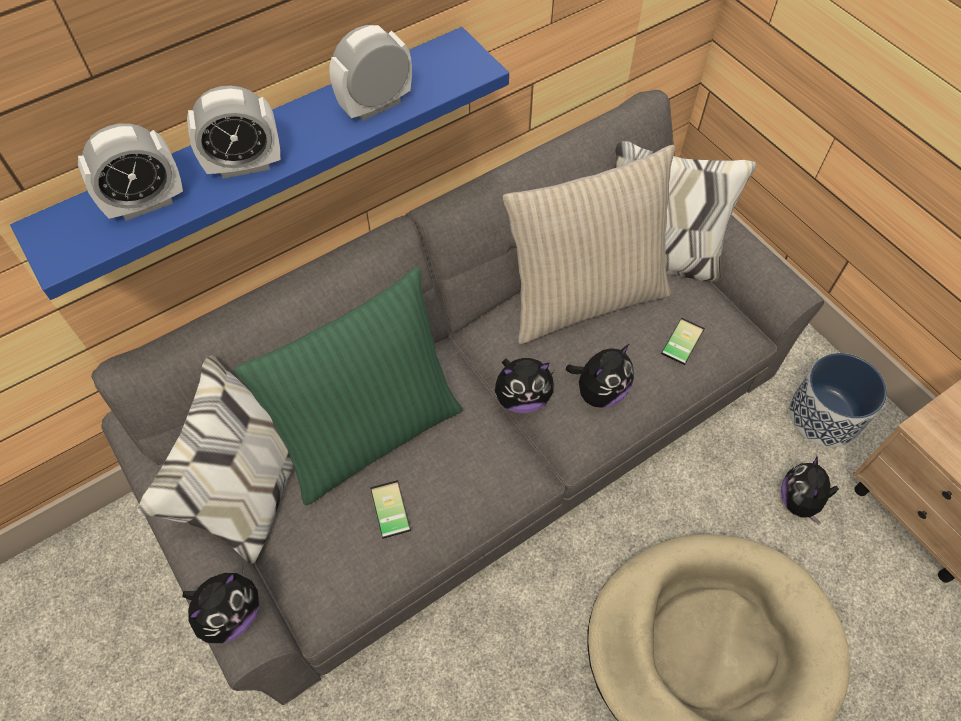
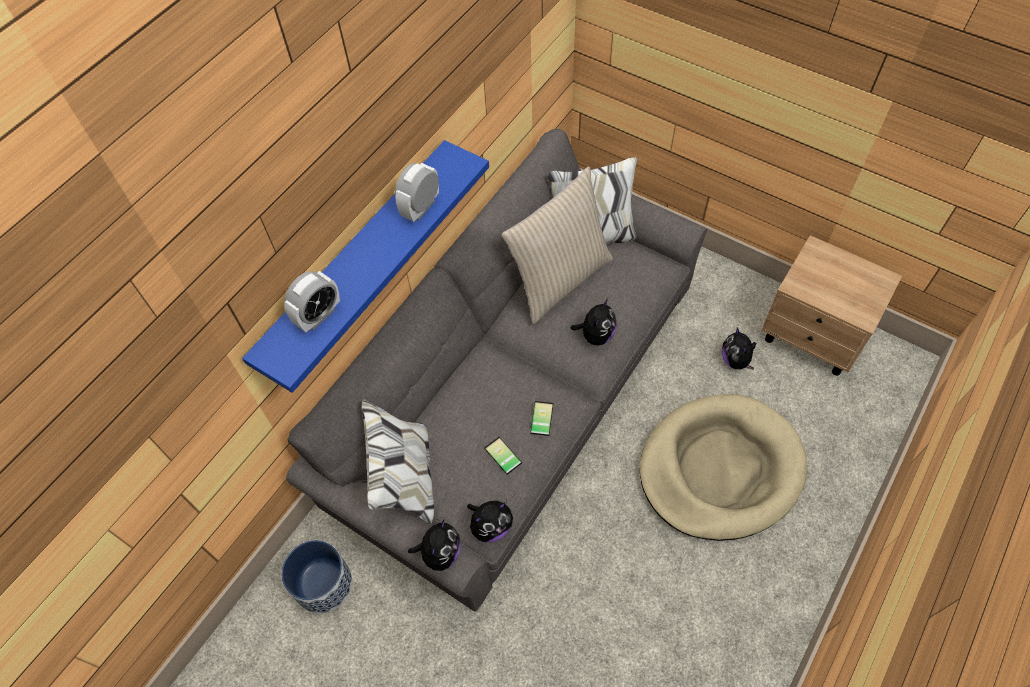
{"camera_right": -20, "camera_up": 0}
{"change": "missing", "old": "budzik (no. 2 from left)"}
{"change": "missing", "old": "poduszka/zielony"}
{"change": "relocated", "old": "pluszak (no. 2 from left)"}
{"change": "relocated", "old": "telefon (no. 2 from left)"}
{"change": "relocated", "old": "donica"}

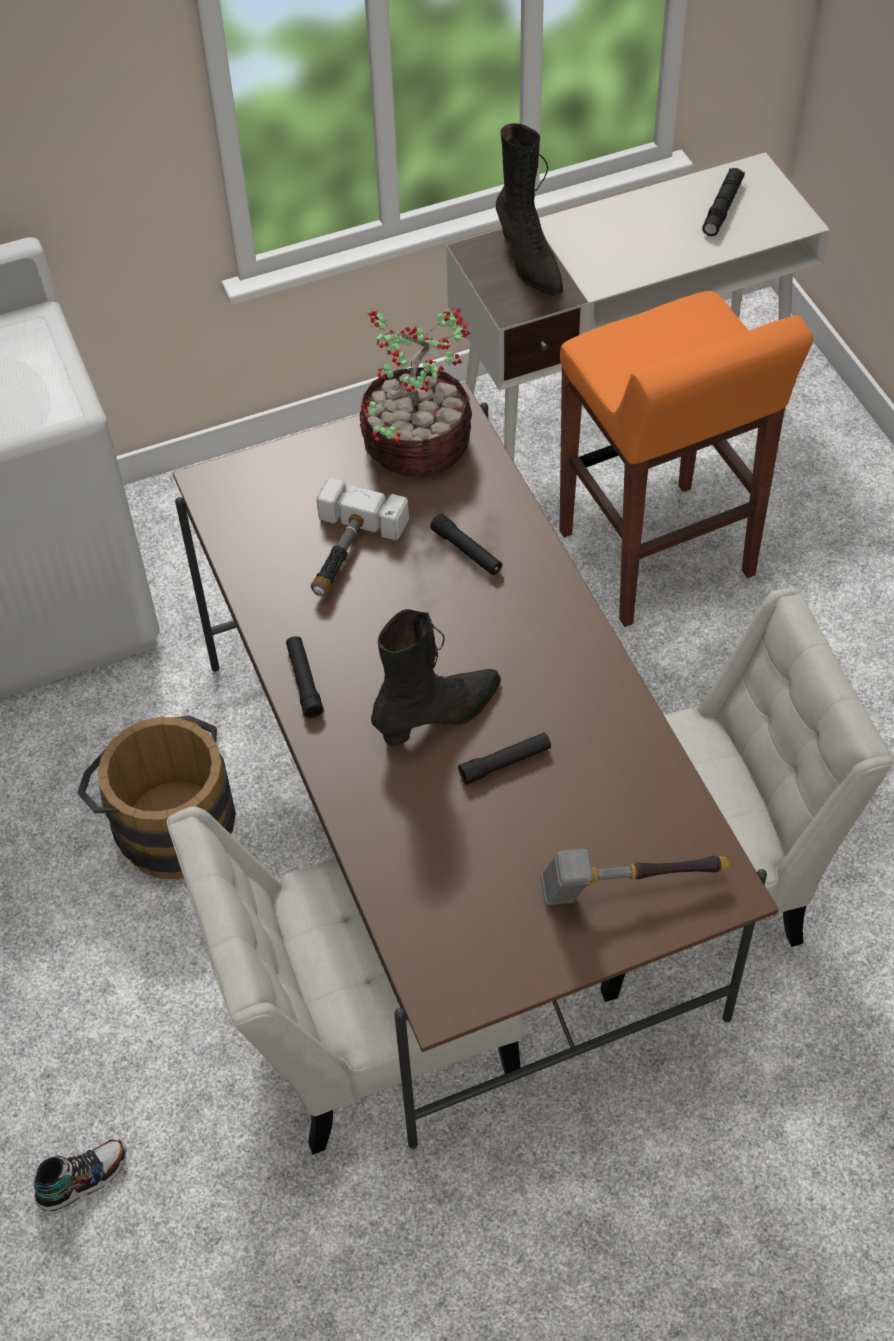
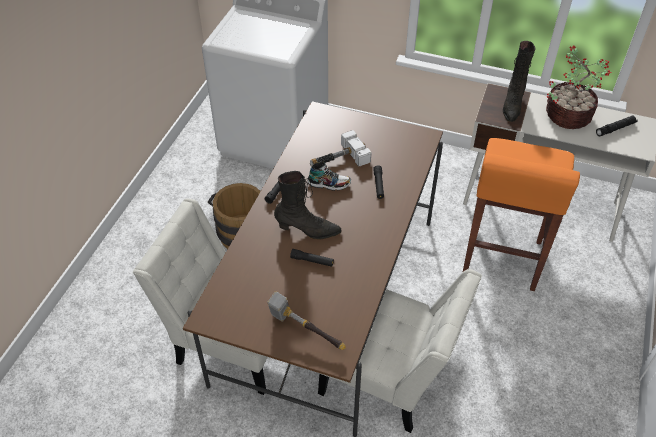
{"camera_right": 40, "camera_up": -5}
{"change": "relocated", "old": "but"}
{"change": "relocated", "old": "roślina doniczkowa"}

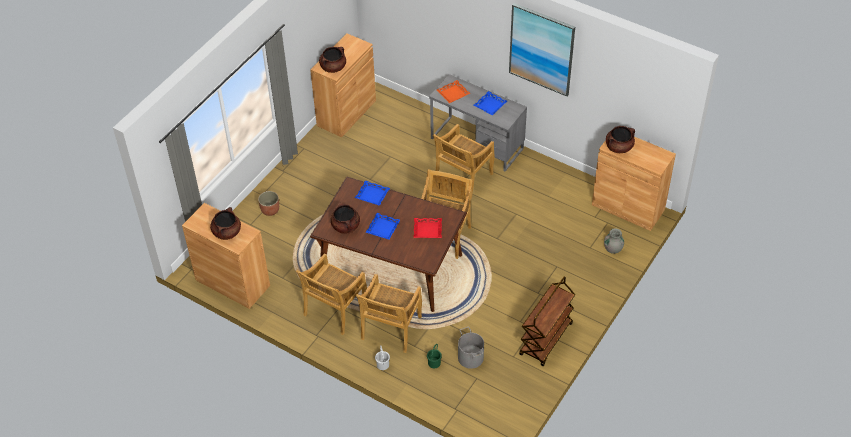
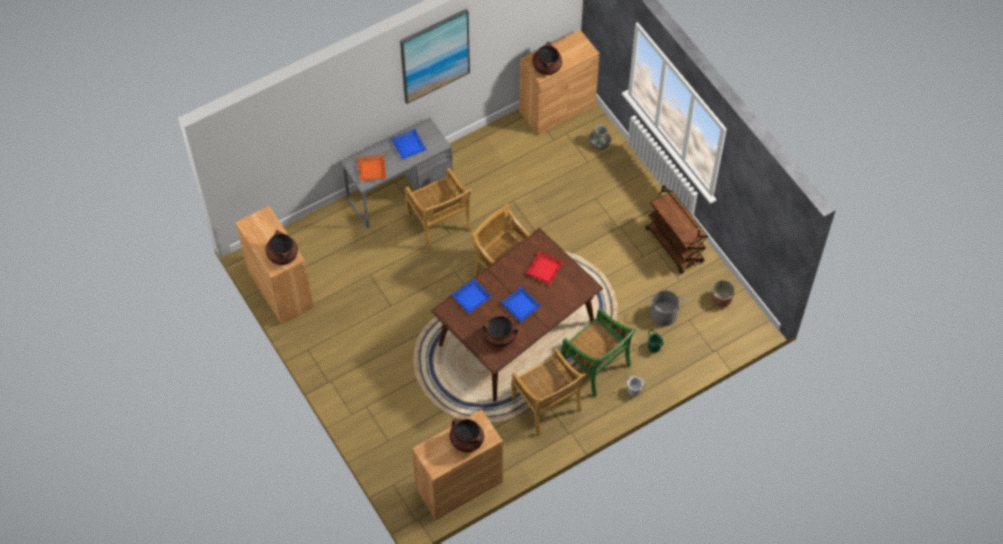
{"camera_right": -65, "camera_up": 10}
{"change": "relocated", "old": "donica"}
{"change": "colour", "old": "krzesło/beżowy (no. 2 from left)", "new": "krzesło/zielony"}

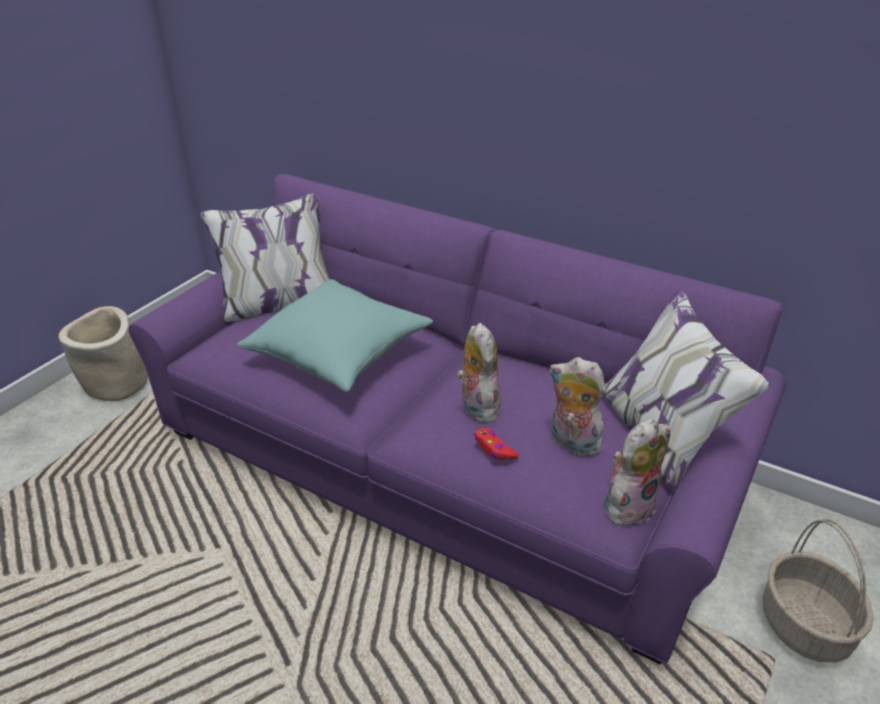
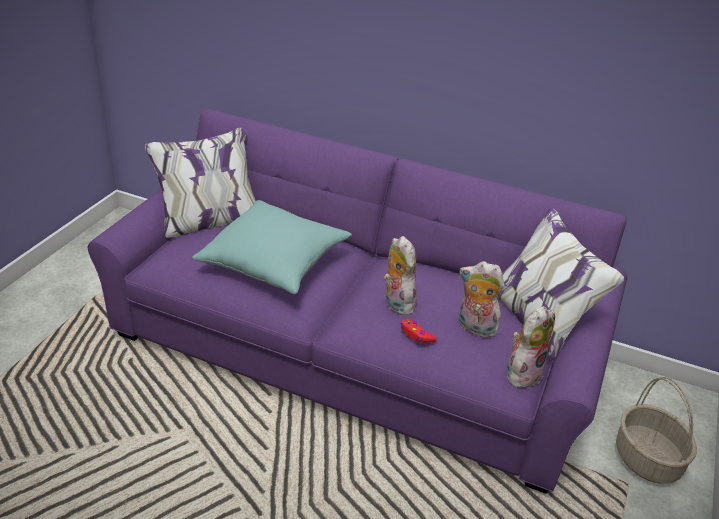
{"camera_right": -10, "camera_up": 0}
{"change": "missing", "old": "donica/beżowy"}

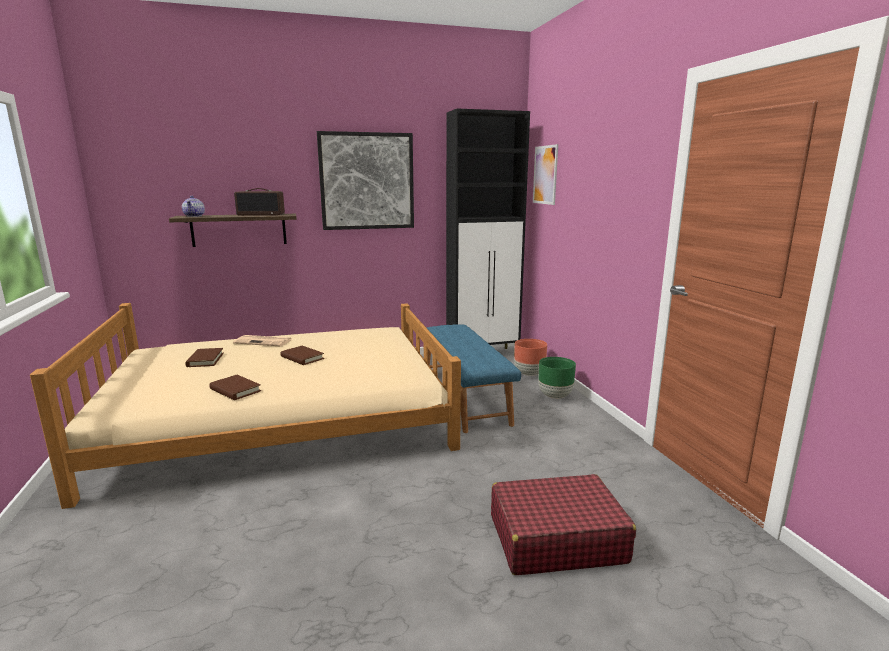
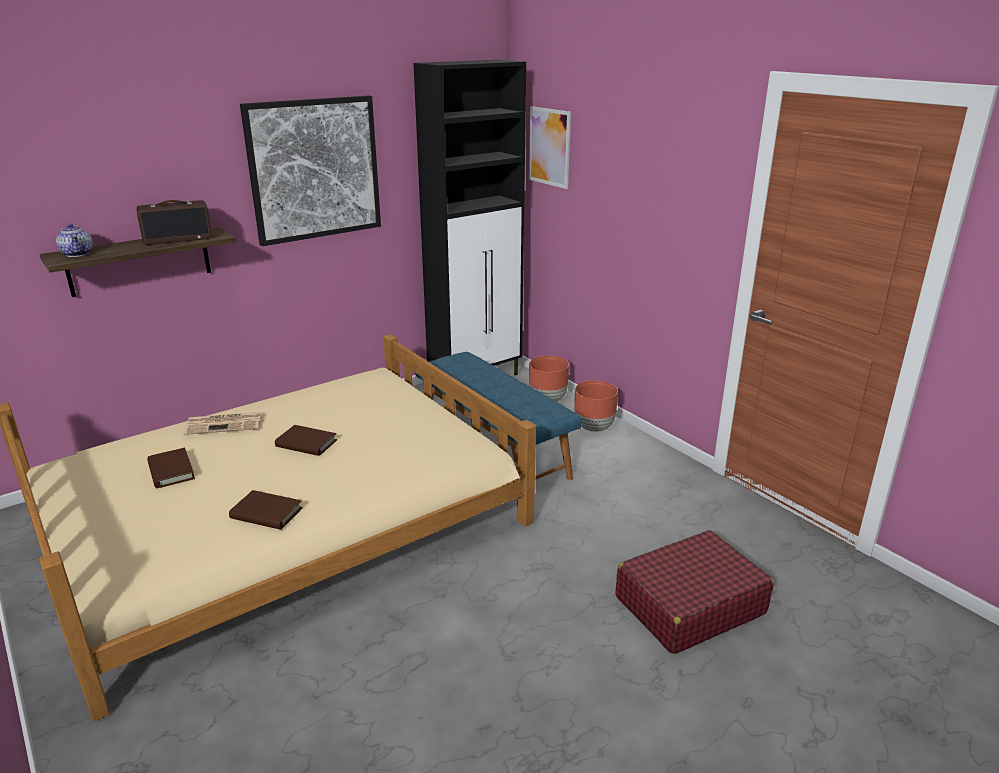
{"camera_right": -20, "camera_up": 10}
{"change": "colour", "old": "donica/zielony", "new": "donica/brązowy (no. 2 from left)"}

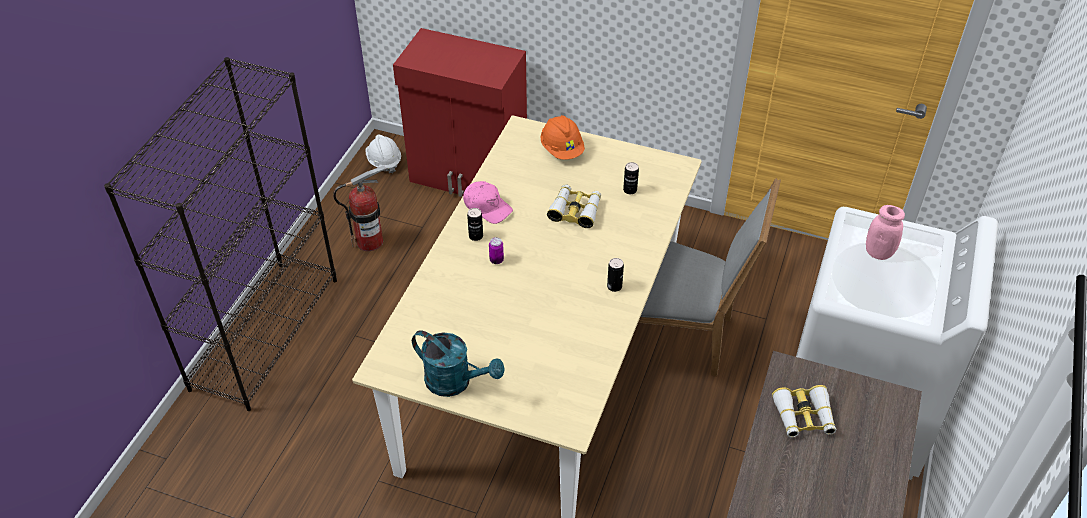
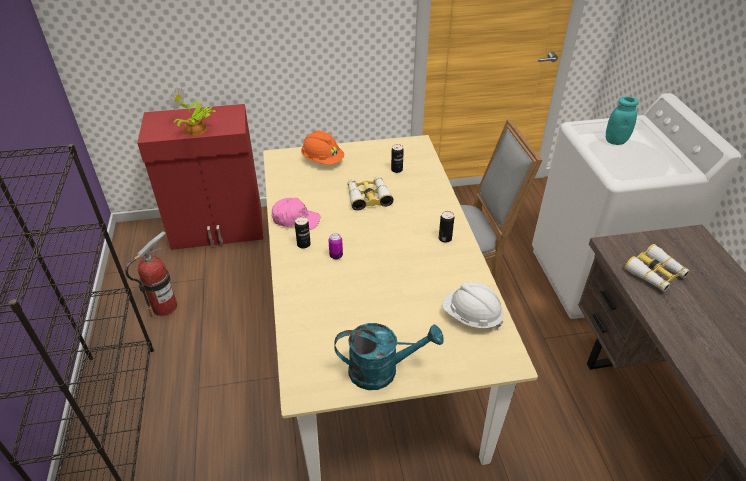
{"camera_right": -30, "camera_up": -5}
{"change": "appeared", "new": "roślina doniczkowa"}
{"change": "relocated", "old": "kask/biały"}
{"change": "colour", "old": "słoik/różowy", "new": "słoik/turkusowy"}

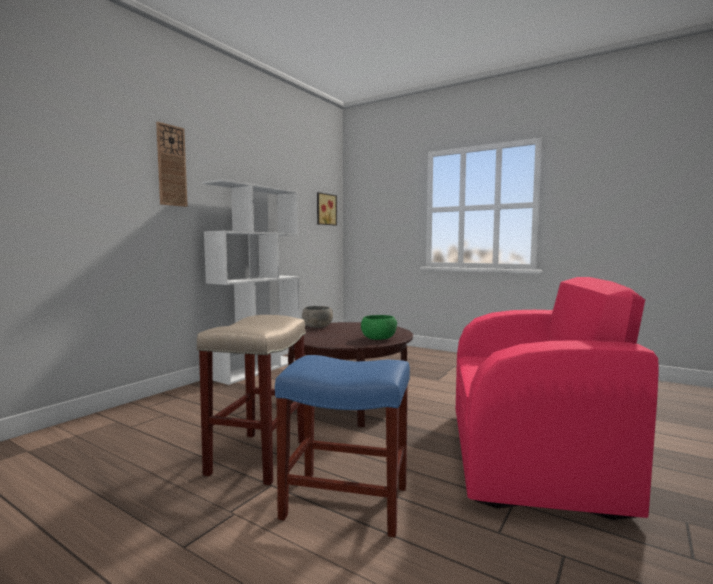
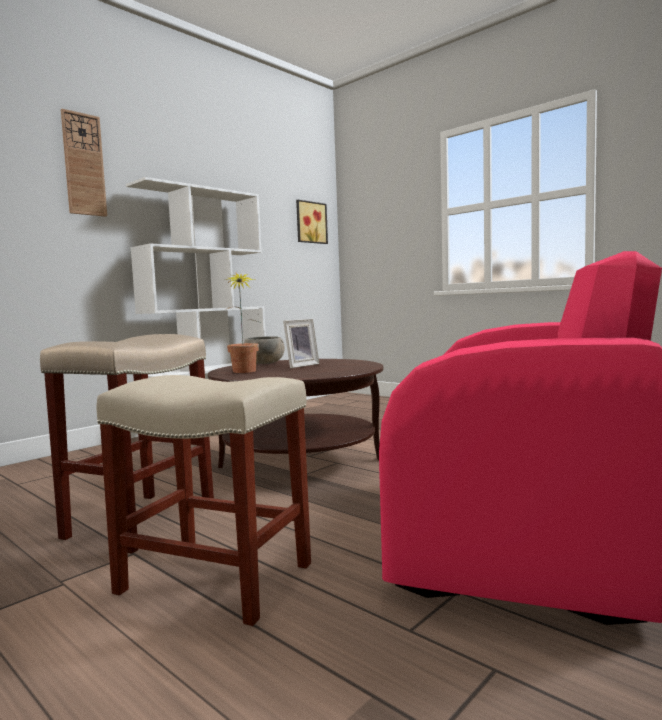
{"camera_right": 10, "camera_up": 0}
{"change": "missing", "old": "miska/zielony"}
{"change": "appeared", "new": "roślina doniczkowa"}
{"change": "appeared", "new": "ramka na zdjęcie"}
{"change": "colour", "old": "stołek/niebieski", "new": "stołek/beżowy (no. 2 from left)"}

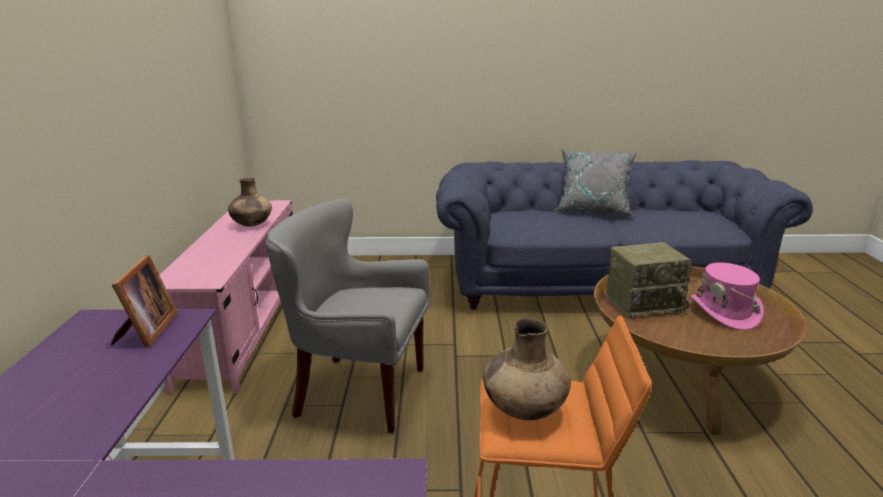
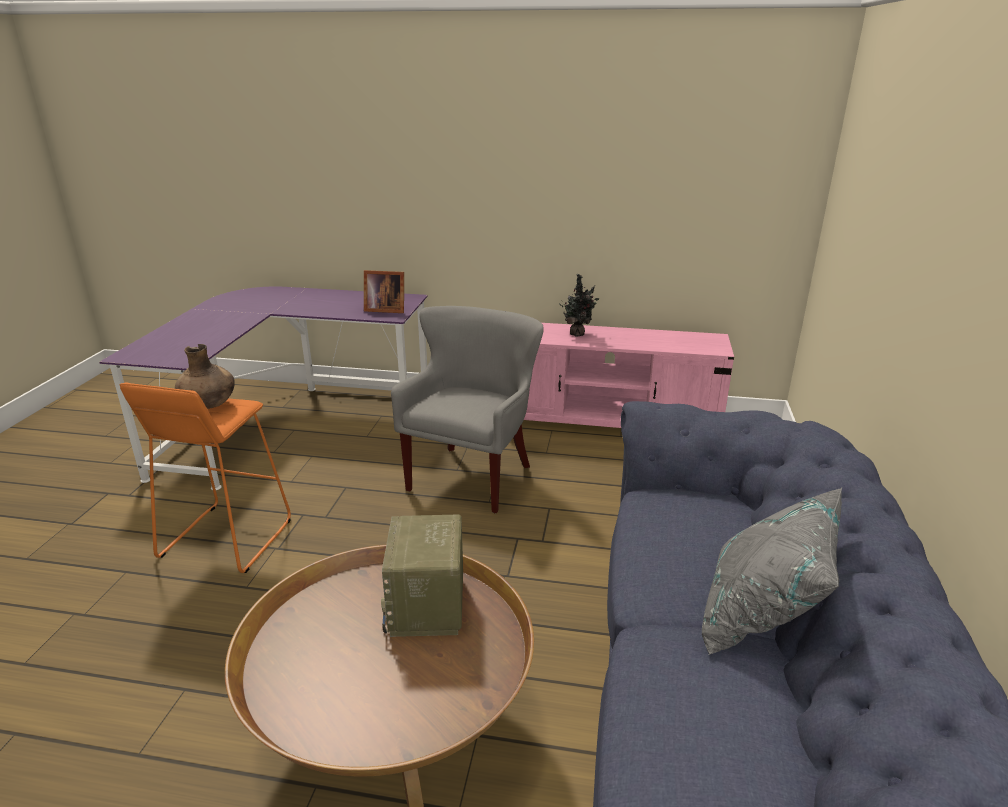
{"camera_right": 100, "camera_up": 5}
{"change": "missing", "old": "wazon/brązowy (no. 1 from left)"}
{"change": "missing", "old": "kapelusz/różowy"}
{"change": "appeared", "new": "roślina doniczkowa"}

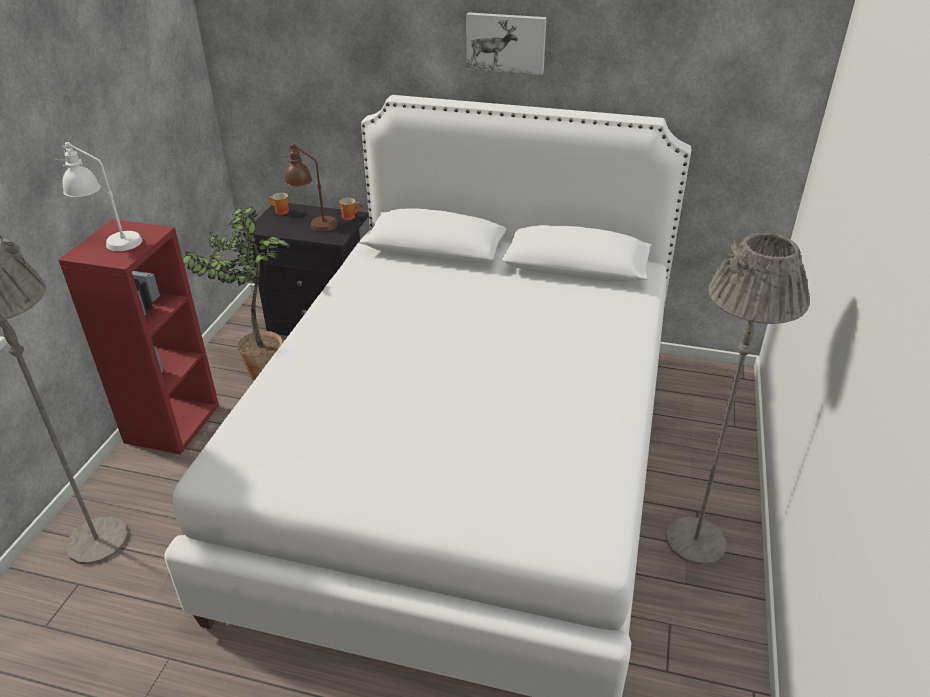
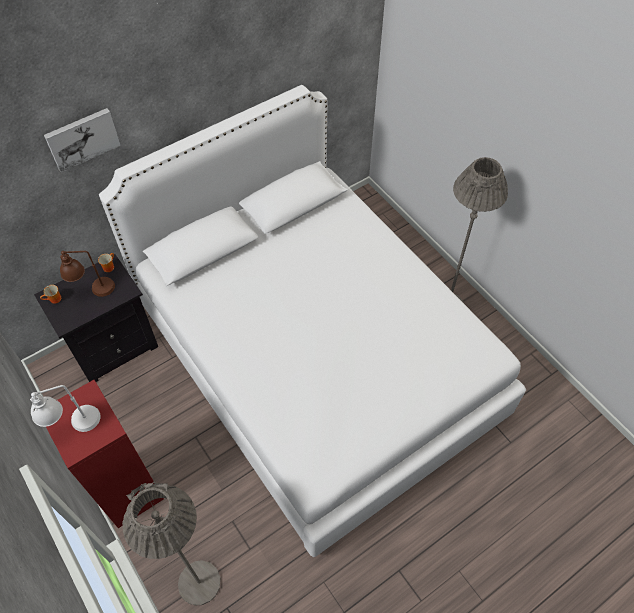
{"camera_right": -50, "camera_up": 20}
{"change": "missing", "old": "roślina doniczkowa"}
{"change": "relocated", "old": "obraz"}

